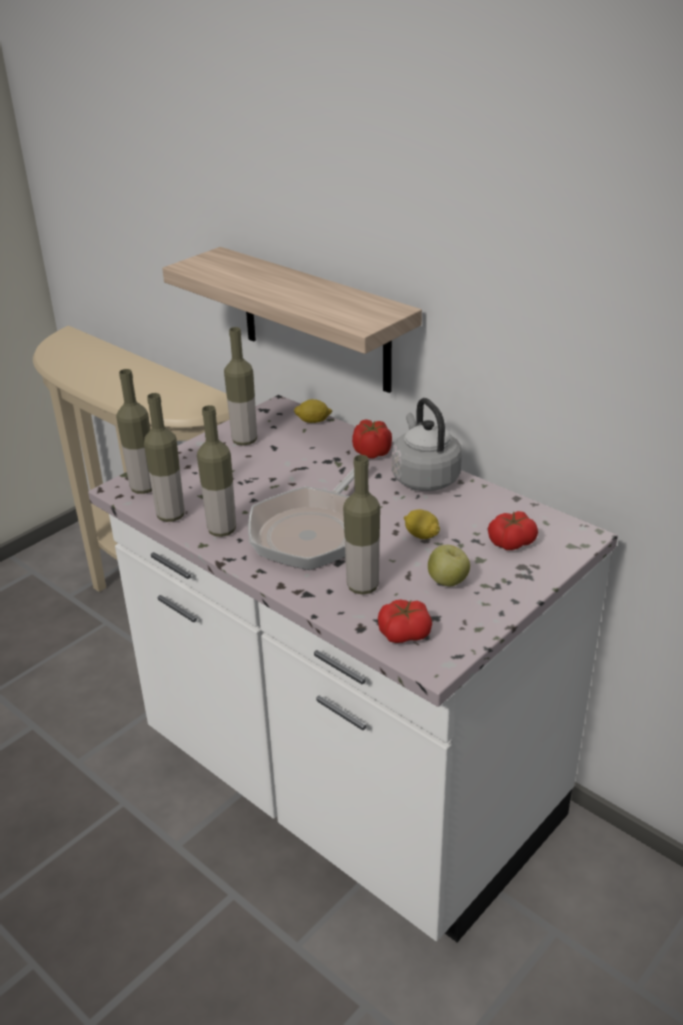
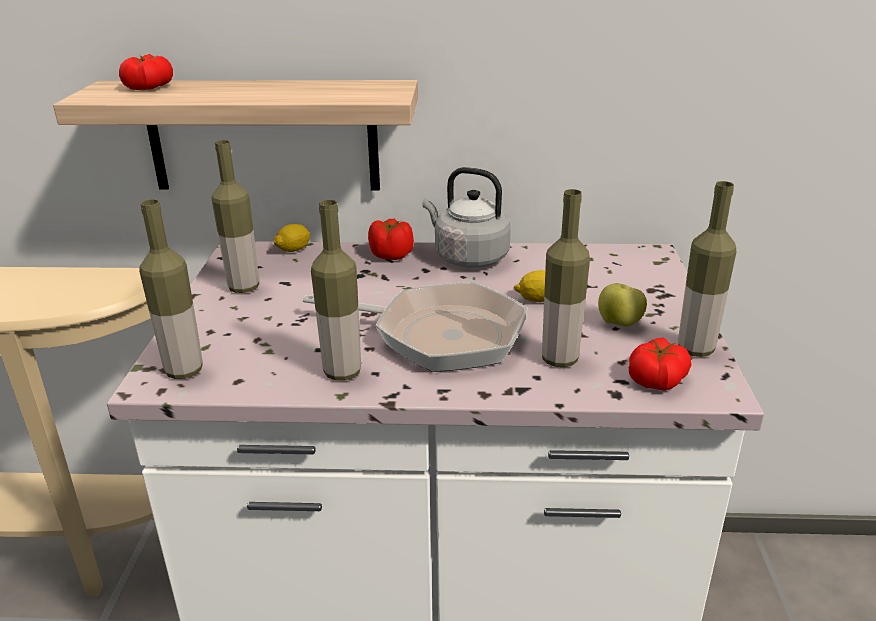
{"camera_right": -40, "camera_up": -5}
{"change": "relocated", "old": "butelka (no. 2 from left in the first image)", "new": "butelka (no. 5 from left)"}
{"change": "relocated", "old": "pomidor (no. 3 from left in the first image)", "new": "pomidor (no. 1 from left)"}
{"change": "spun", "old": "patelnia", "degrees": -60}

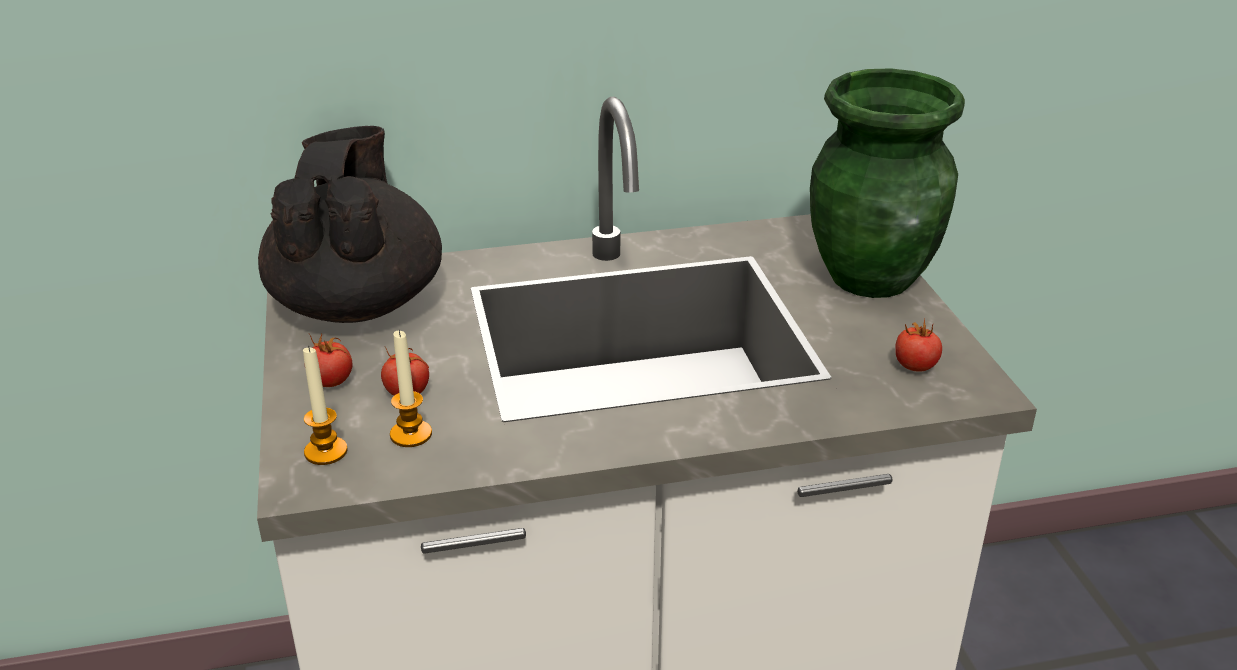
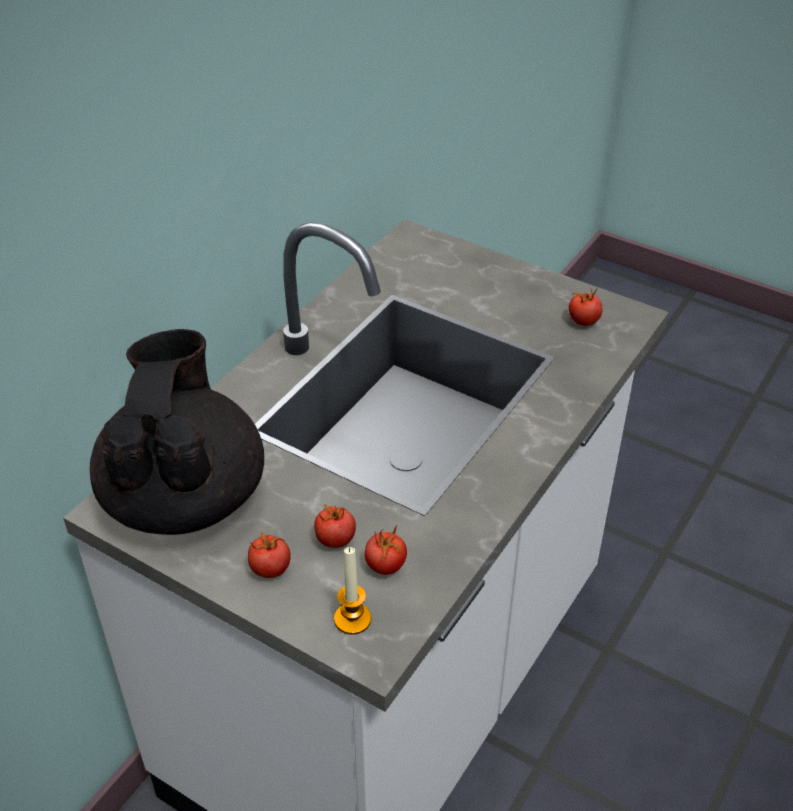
{"camera_right": -45, "camera_up": 10}
{"change": "missing", "old": "wazon/zielony"}
{"change": "exchanged", "old": "świeca (no. 2 from left)", "new": "pomidor (no. 3 from left)"}
{"change": "spun", "old": "imbryk/czarny", "degrees": 45}

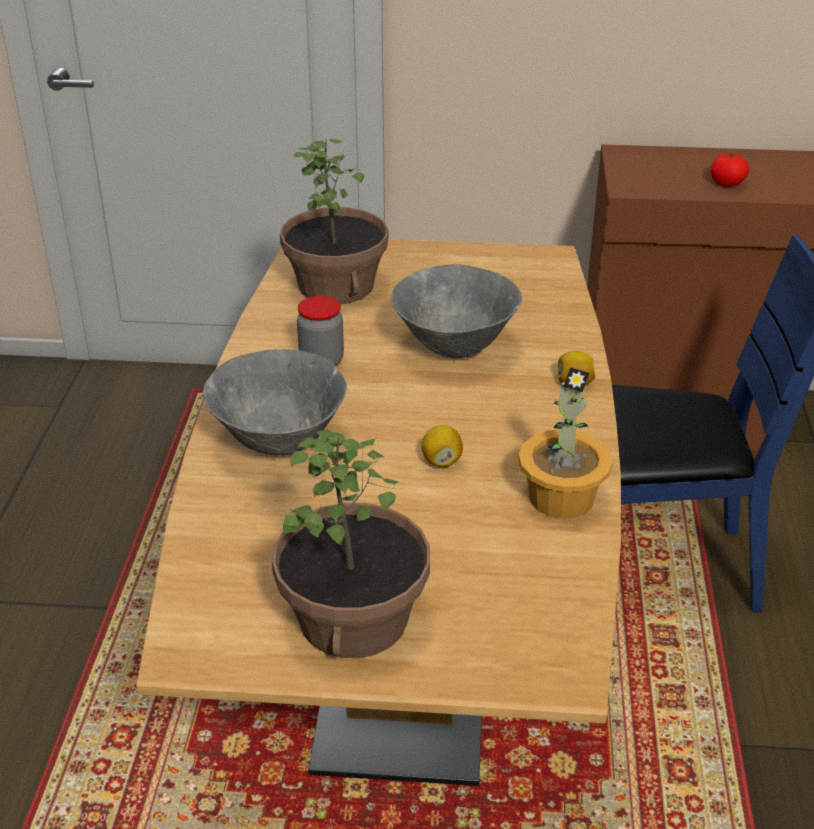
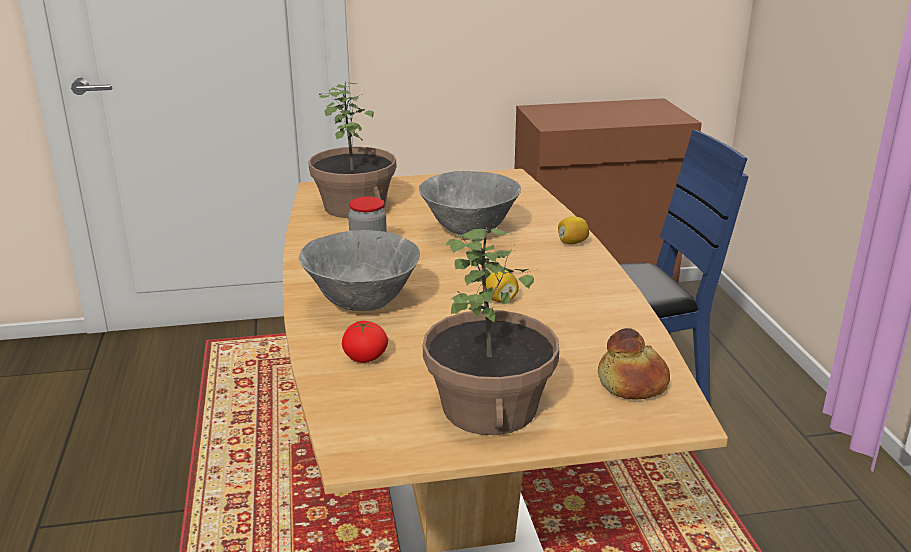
{"camera_right": -15, "camera_up": -10}
{"change": "missing", "old": "roślina doniczkowa (no. 3 from left)"}
{"change": "appeared", "new": "chleb"}
{"change": "relocated", "old": "pomidor"}

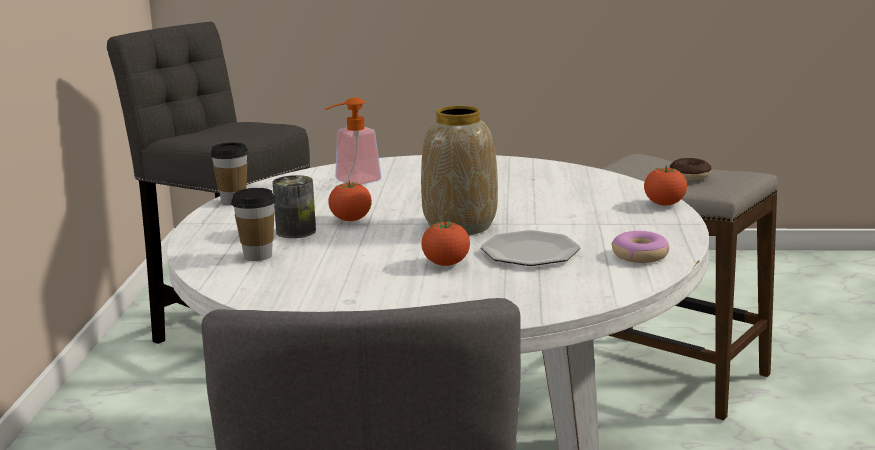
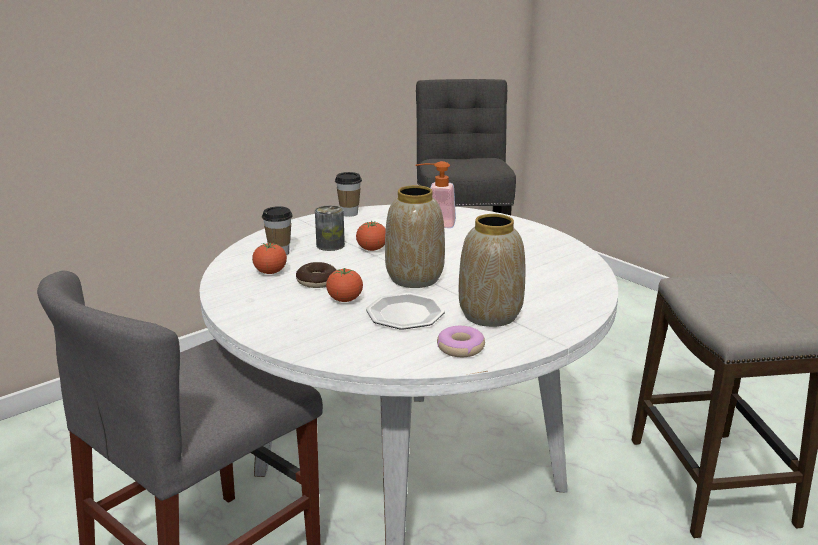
{"camera_right": 45, "camera_up": 5}
{"change": "appeared", "new": "wazon (no. 2 from left)"}
{"change": "relocated", "old": "pomidor (no. 3 from left in the first image)", "new": "pomidor (no. 1 from left)"}
{"change": "relocated", "old": "donut (no. 2 from left in the first image)", "new": "donut (no. 1 from left)"}

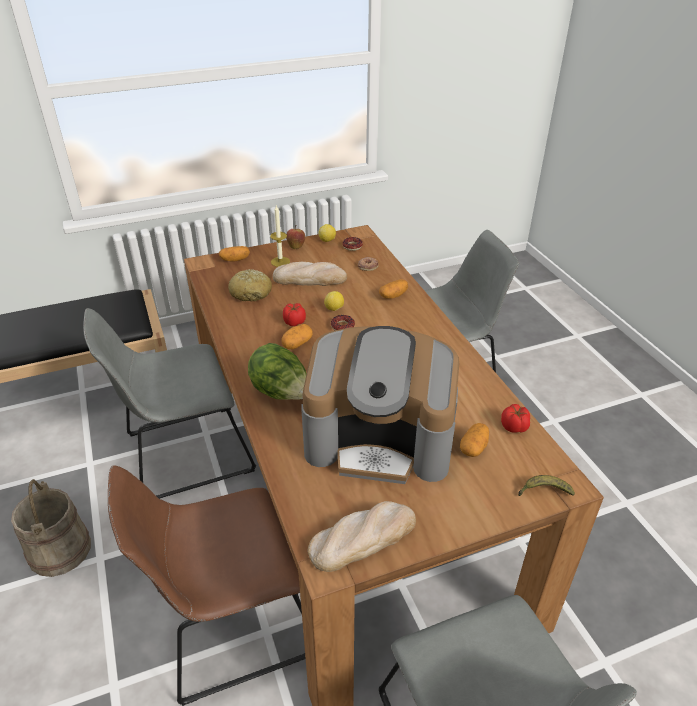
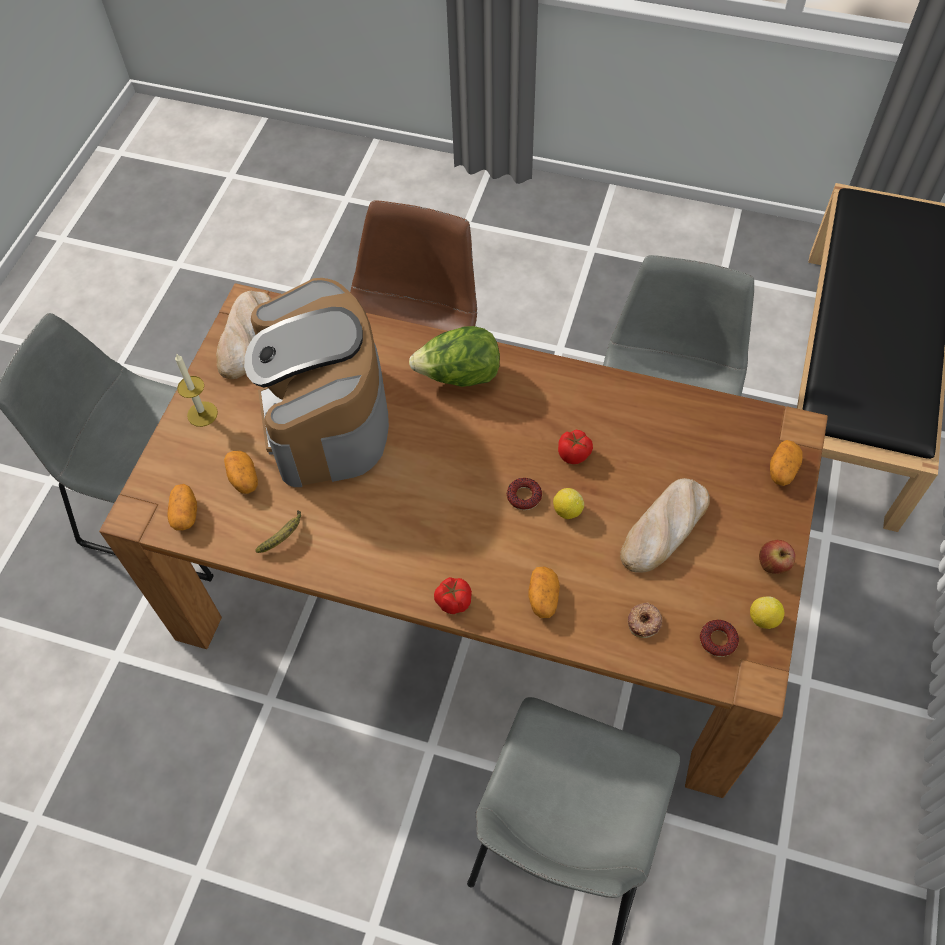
{"camera_right": 130, "camera_up": 20}
{"change": "missing", "old": "wiadro/beżowy"}
{"change": "missing", "old": "chleb (no. 1 from left)"}
{"change": "relocated", "old": "świeca"}
{"change": "relocated", "old": "ziemniak (no. 2 from left in the first image)", "new": "ziemniak (no. 1 from left)"}
{"change": "relocated", "old": "pomidor (no. 2 from left in the first image)", "new": "pomidor (no. 1 from left)"}
{"change": "relocated", "old": "banan"}
{"change": "spun", "old": "ekspres do kawy", "degrees": -60}

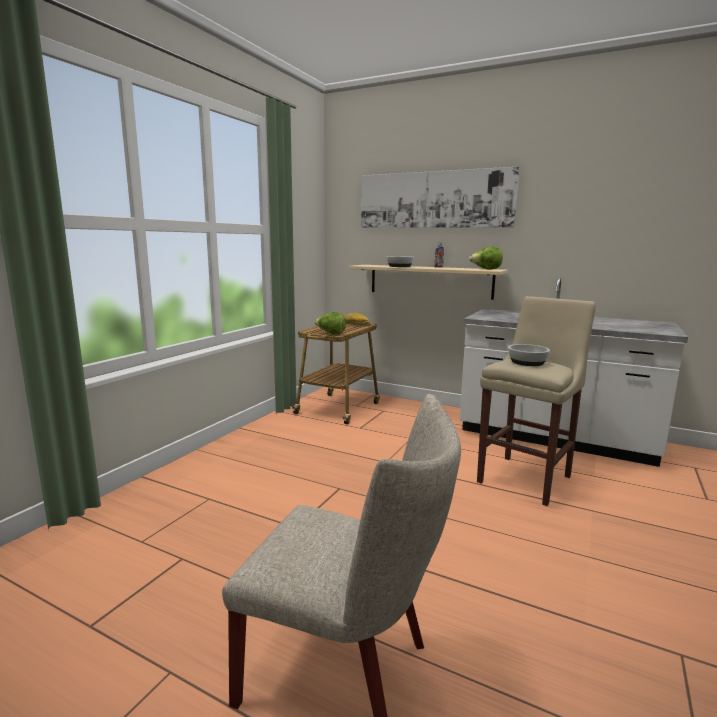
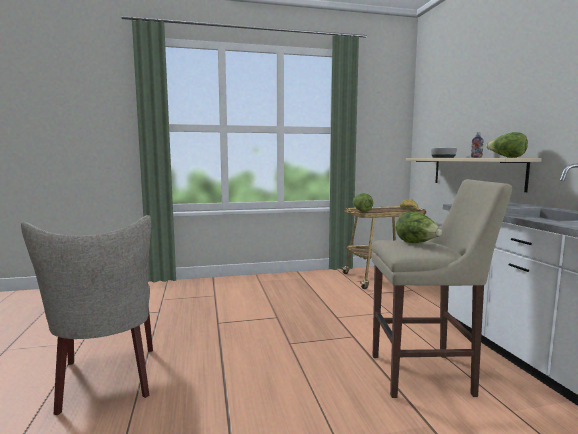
{"camera_right": 50, "camera_up": -5}
{"change": "missing", "old": "obraz"}
{"change": "exchanged", "old": "miska (no. 2 from left)", "new": "sałata (no. 2 from left)"}

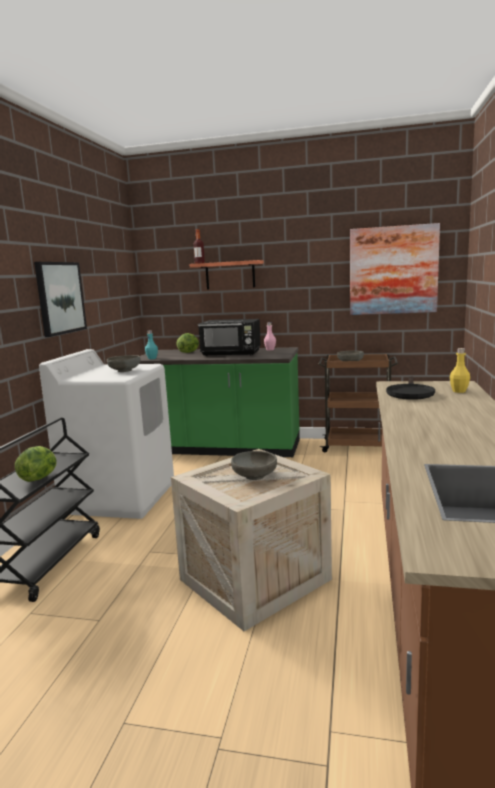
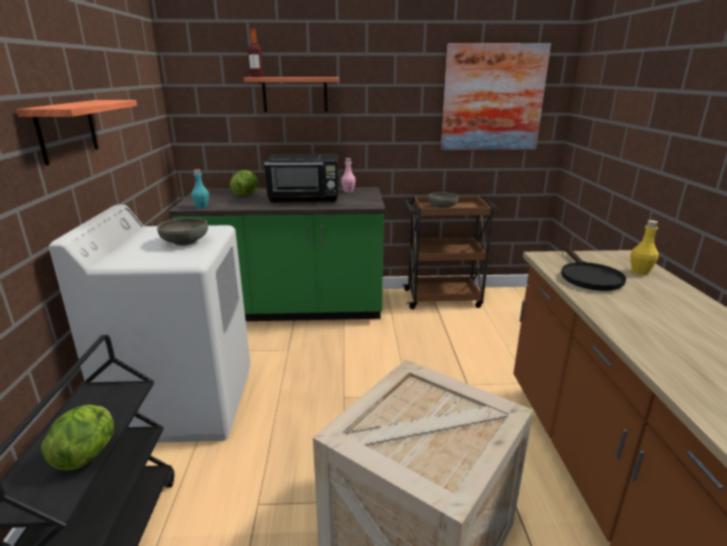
{"camera_right": -15, "camera_up": 10}
{"change": "missing", "old": "miska/szary (no. 2 from left)"}
{"change": "exchanged", "old": "obraz (no. 1 from left)", "new": "półka (no. 1 from left)"}

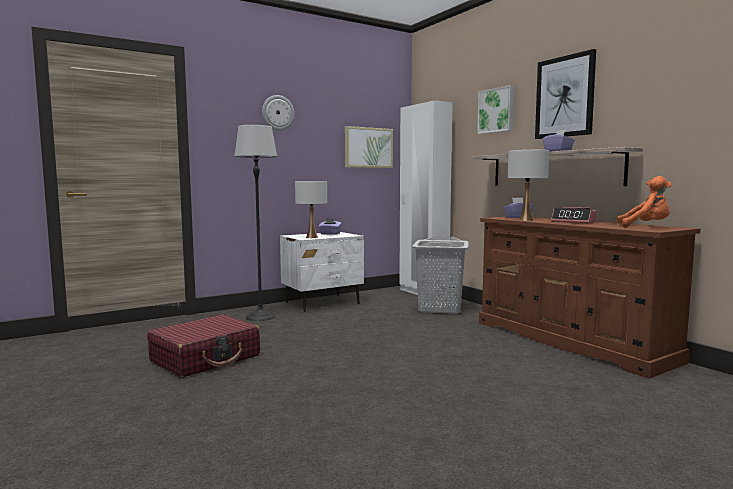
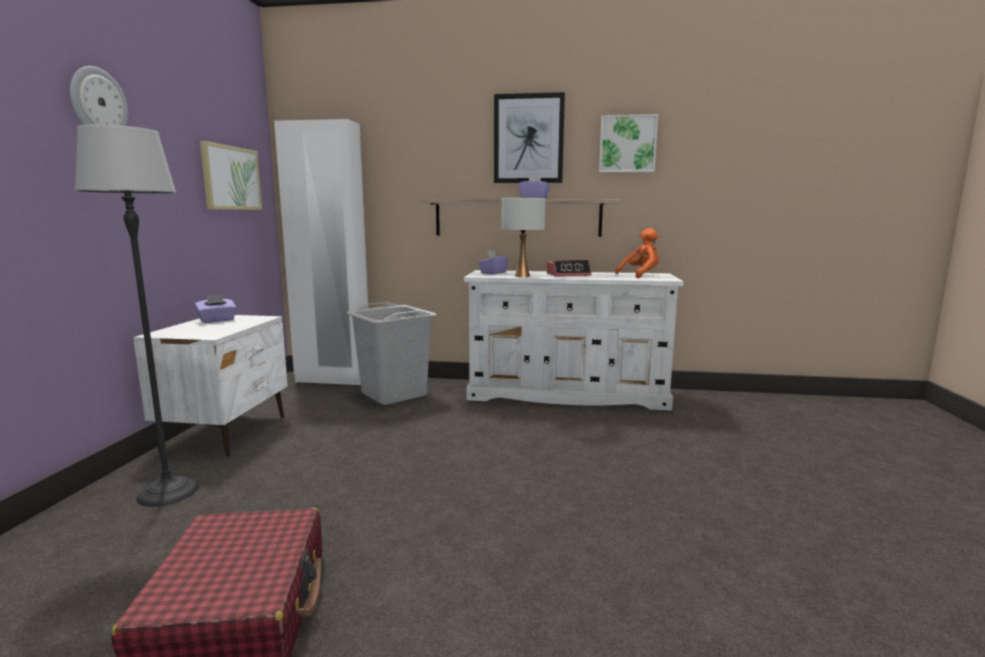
{"camera_right": -50, "camera_up": 5}
{"change": "missing", "old": "lampa stołowa/biały (no. 1 from left)"}
{"change": "relocated", "old": "obraz (no. 2 from left in the first image)", "new": "obraz (no. 3 from left)"}
{"change": "colour", "old": "komoda/brązowy", "new": "komoda/biały"}

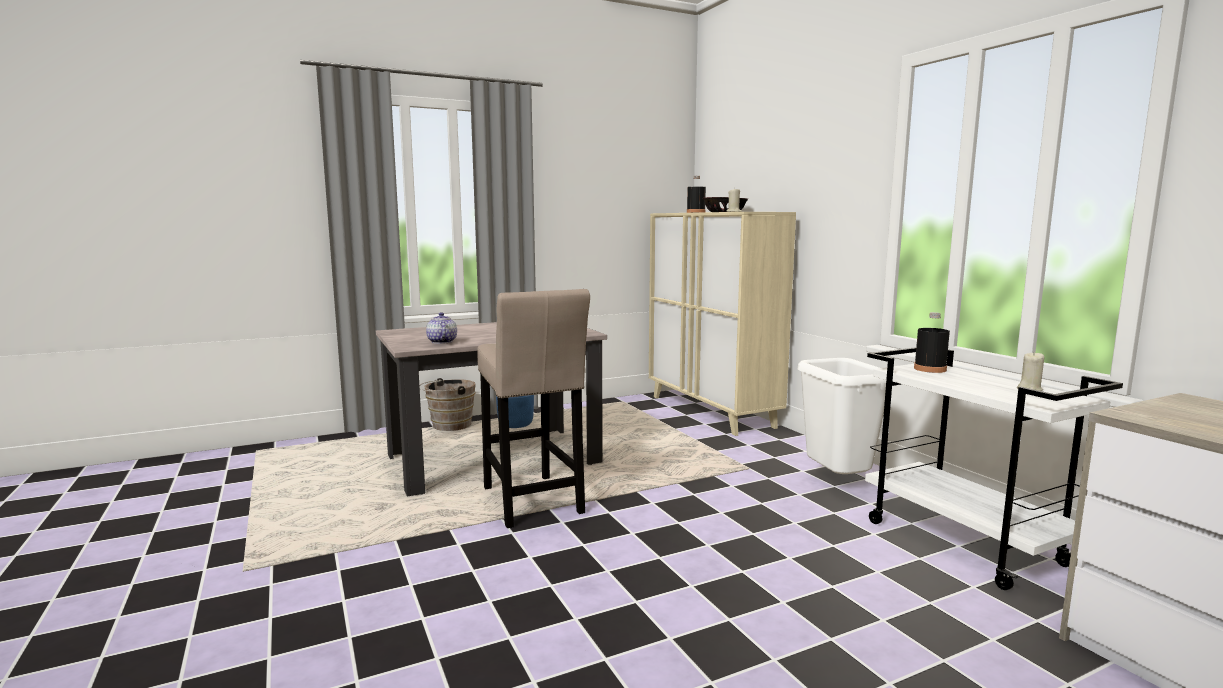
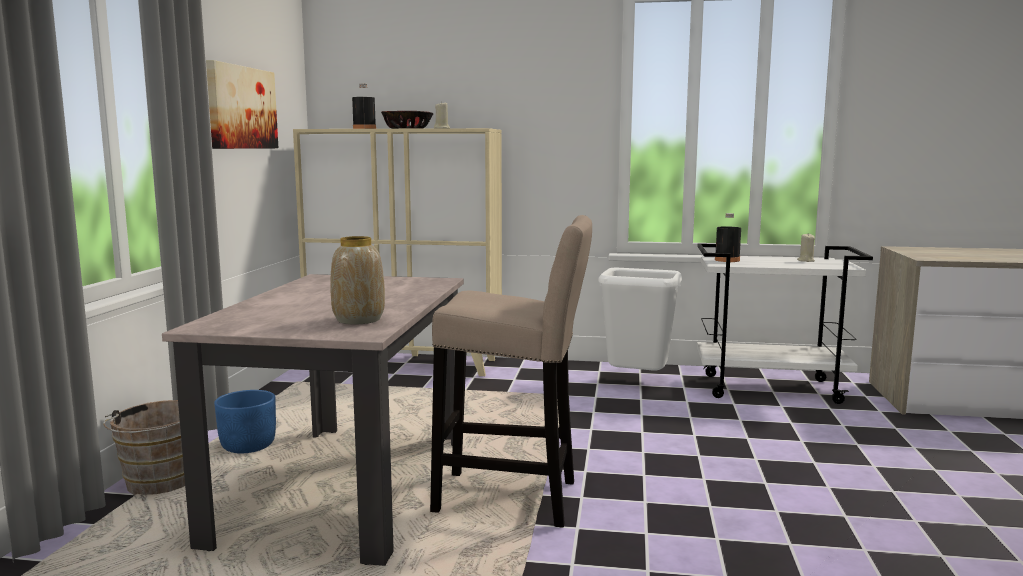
{"camera_right": -55, "camera_up": 0}
{"change": "appeared", "new": "obraz"}
{"change": "exchanged", "old": "imbryk", "new": "wazon"}

